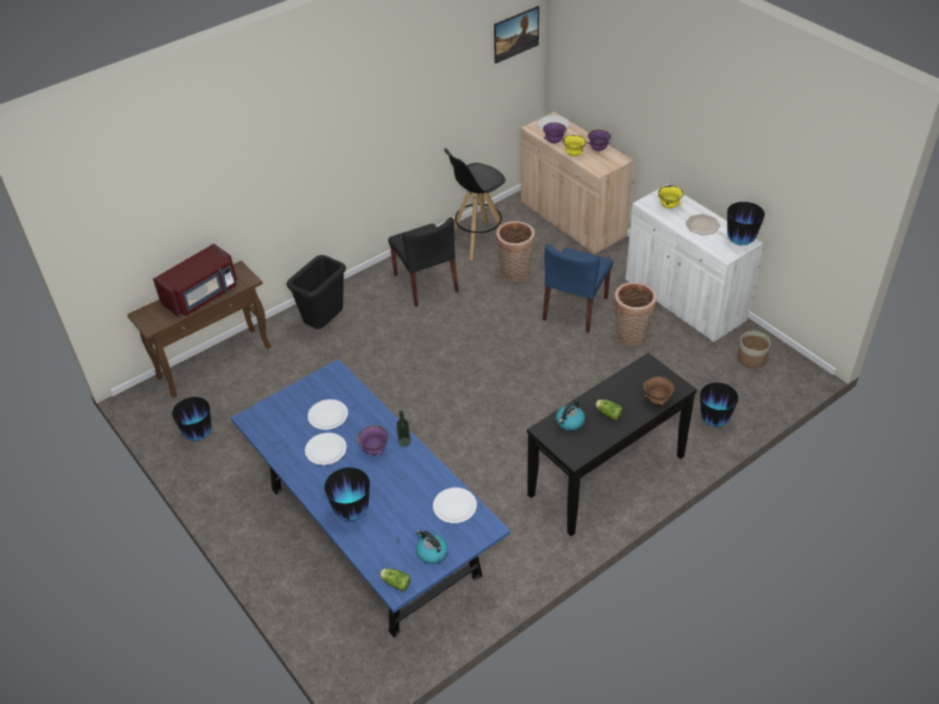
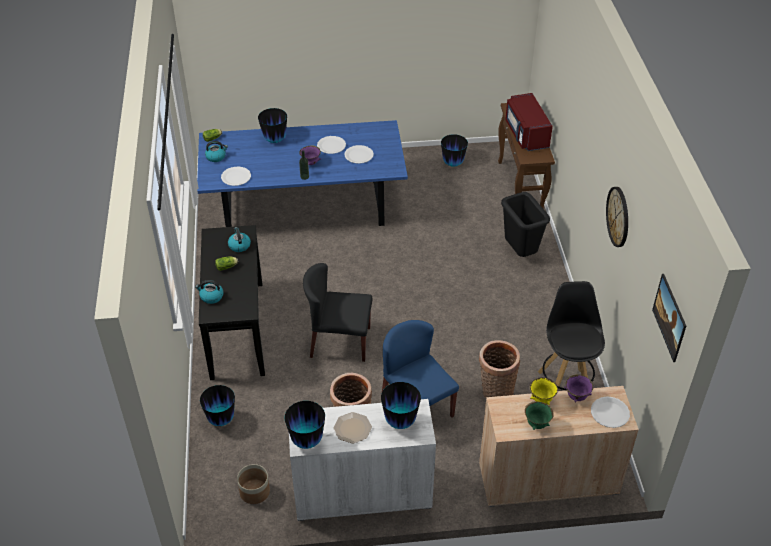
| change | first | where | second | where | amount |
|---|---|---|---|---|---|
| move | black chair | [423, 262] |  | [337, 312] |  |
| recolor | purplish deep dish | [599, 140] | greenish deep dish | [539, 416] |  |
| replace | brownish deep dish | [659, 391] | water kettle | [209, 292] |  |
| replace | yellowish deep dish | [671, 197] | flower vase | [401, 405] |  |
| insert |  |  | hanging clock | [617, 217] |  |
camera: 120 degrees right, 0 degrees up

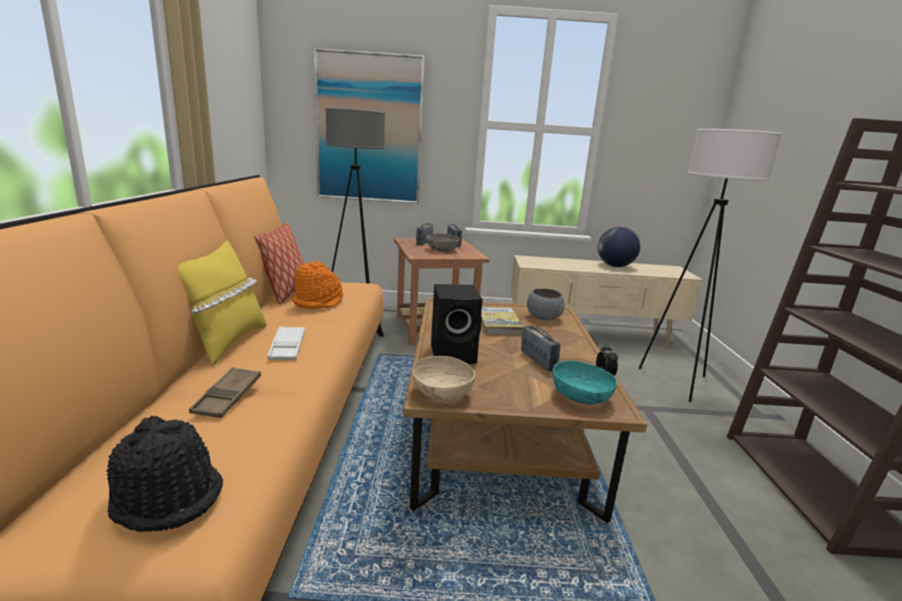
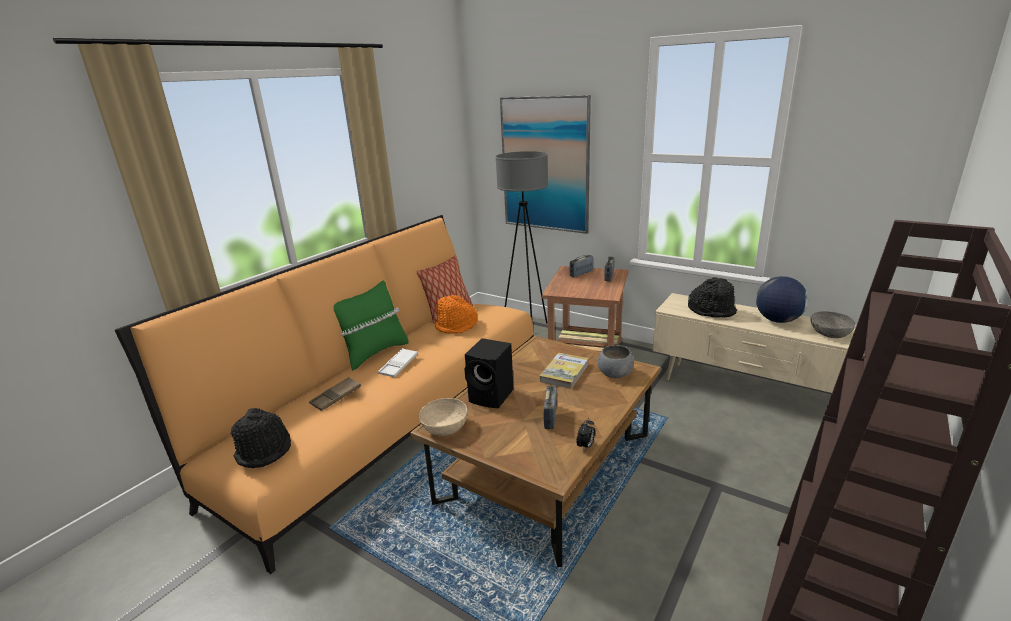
| change | first | where | second | where | amount |
|---|---|---|---|---|---|
| recolor | yellowish throw pillow | [222, 303] | greenish throw pillow | [371, 326] |  |
| move | grey deep dish | [442, 242] |  | [833, 324] |  |
| delete | turquoise-coloured deep dish | [585, 382] |  |  |  |
| delete | whitish floor lamp | [710, 265] |  |  |  |
| insert |  |  | black clothing hat | [712, 297] |  |
camera: 35 degrees right, 5 degrees up

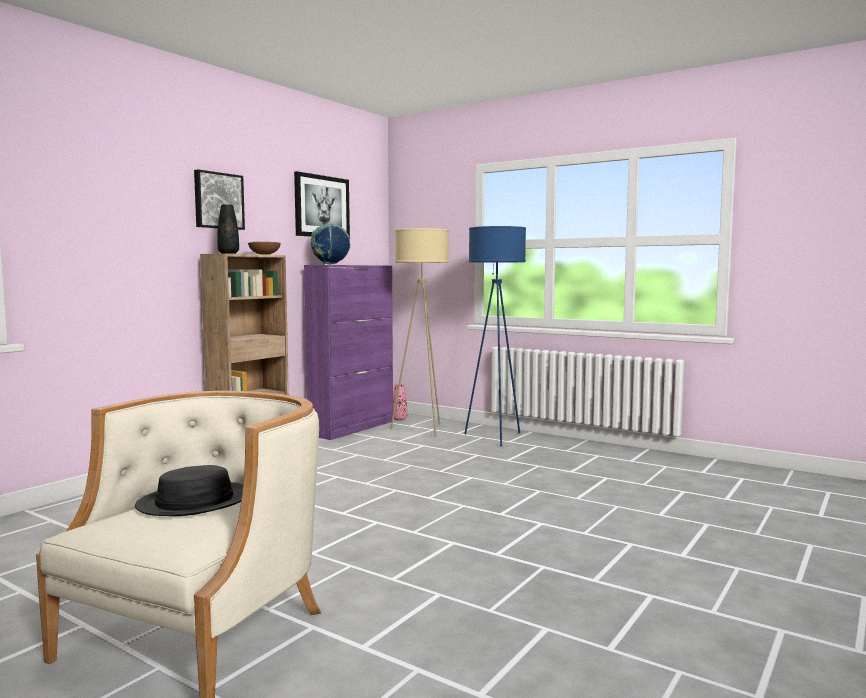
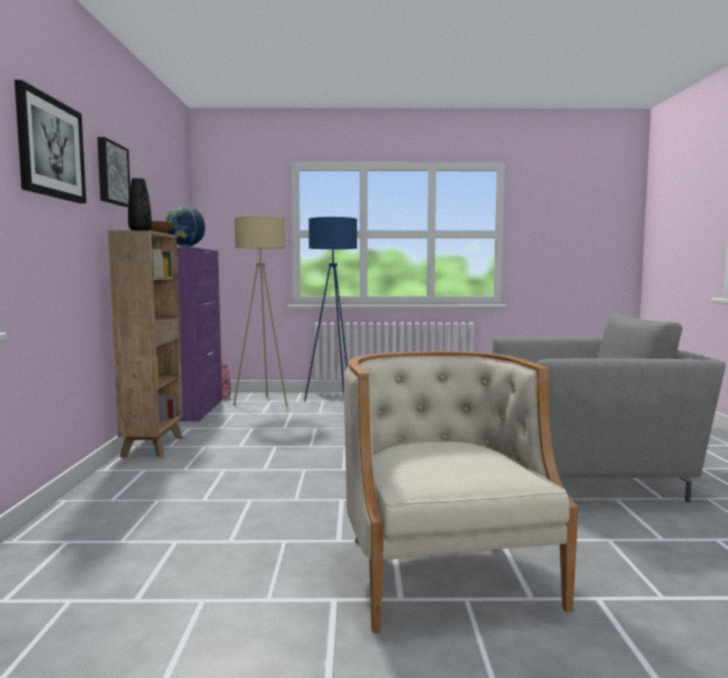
| change | first | where | second | where | amount |
|---|---|---|---|---|---|
| delete | black clothing hat | [189, 490] |  |  |  |
| move | picture | [322, 204] |  | [50, 142] |  |
| insert |  |  | grey easy chair | [609, 408] |  |
camera: 35 degrees left, 0 degrees up

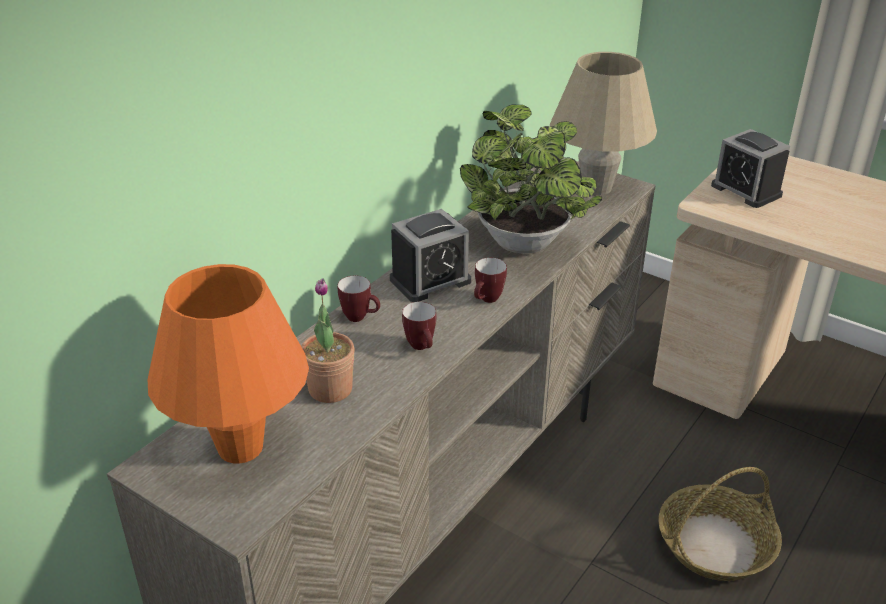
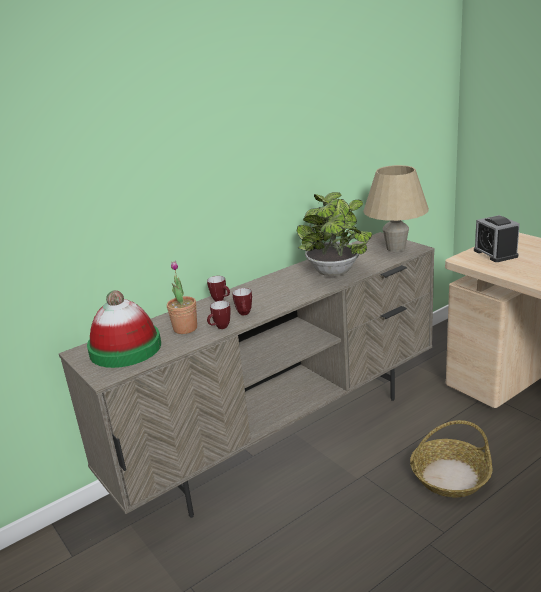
| change | first | where | second | where | amount |
|---|---|---|---|---|---|
| replace | orange-coloured table lamp | [228, 364] | clothing hat | [124, 329] |  |
| delete | bedside clock | [430, 255] |  |  |  |
| move | coffee mug | [490, 280] |  | [219, 315] |  |
camera: 20 degrees right, 10 degrees down

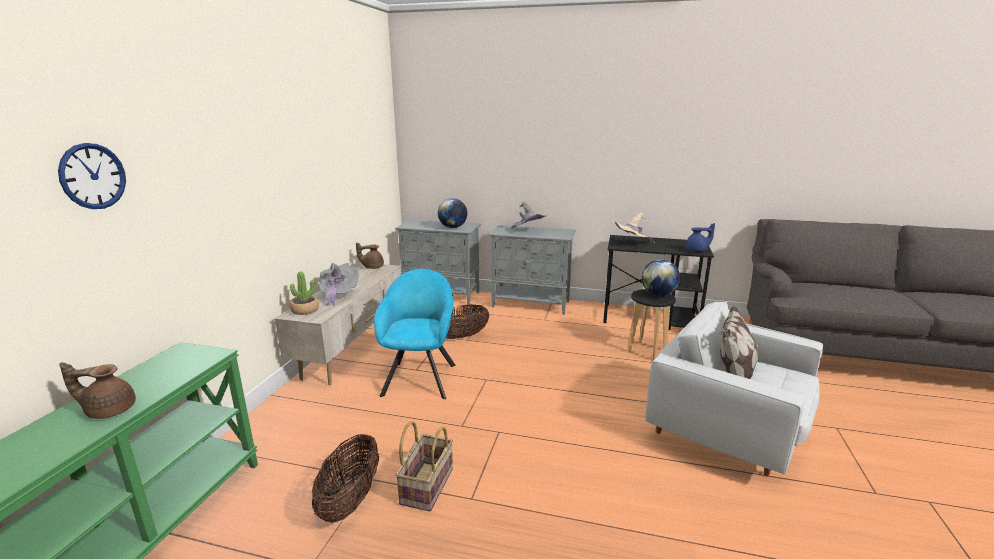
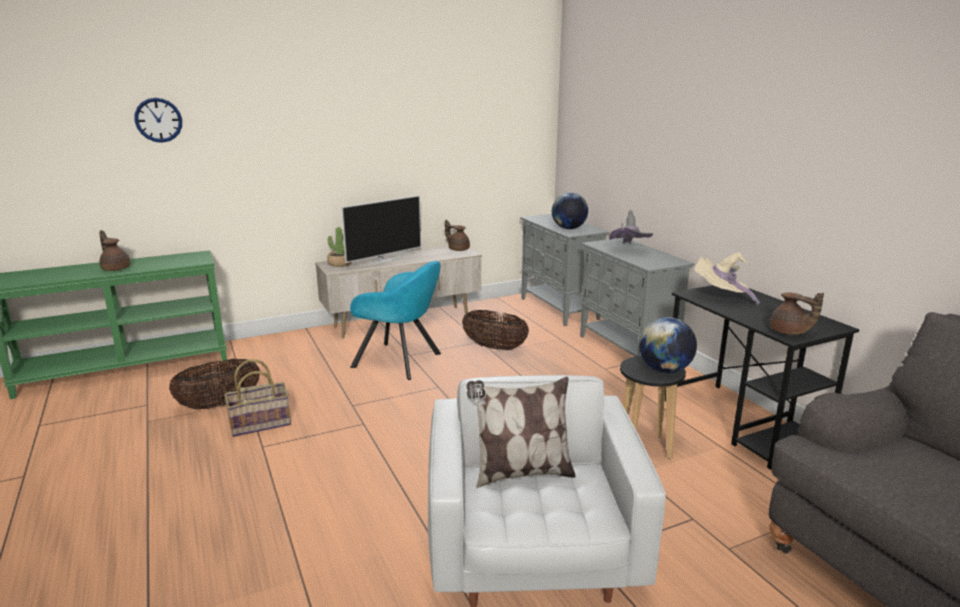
| change | first | where | second | where | amount |
|---|---|---|---|---|---|
| replace | grey clothing hat | [339, 284] | television | [381, 230] |  |
| rotate | turquoise-coloured easy chair | [414, 334] |  | [395, 320] | 60 degrees clockwise |
| recolor | blue teapot | [700, 237] | brownish teapot | [797, 314] |  |
camera: 50 degrees right, 0 degrees up

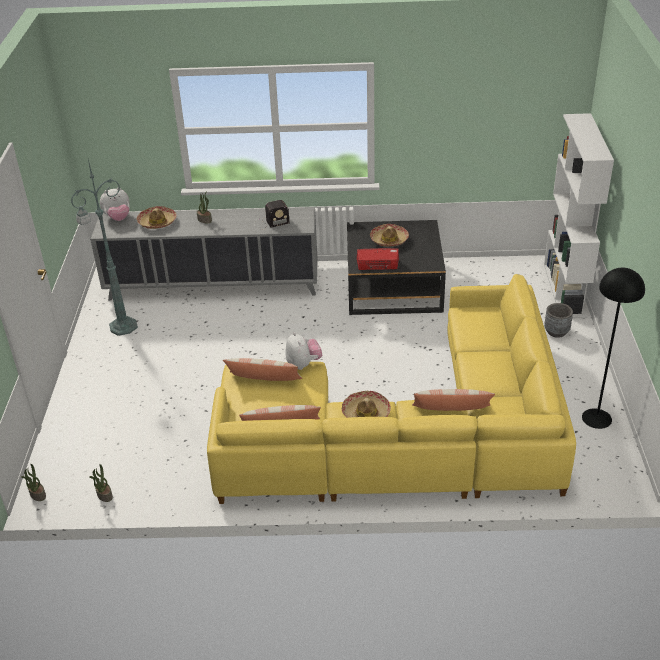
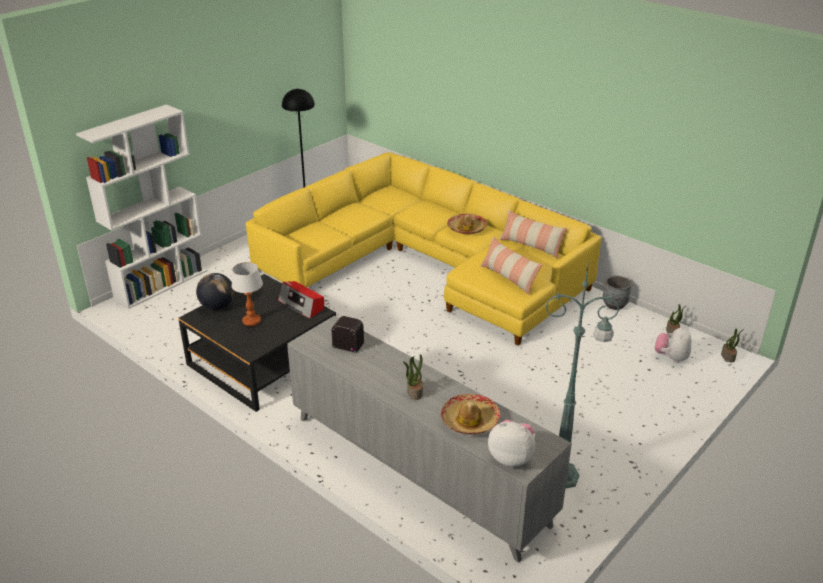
| change | first | where | second | where | amount |
|---|---|---|---|---|---|
| move | cuddly toy | [304, 351] |  | [673, 344] |  |
| replace | clothing hat | [389, 235] | table lamp | [247, 294] |  |
| delete | throw pillow | [453, 400] |  |  |  |
| move | grey flower pot | [558, 320] |  | [617, 293] |  |
| insert |  |  | desk globe | [215, 291] |  |
camera: 140 degrees left, 5 degrees down

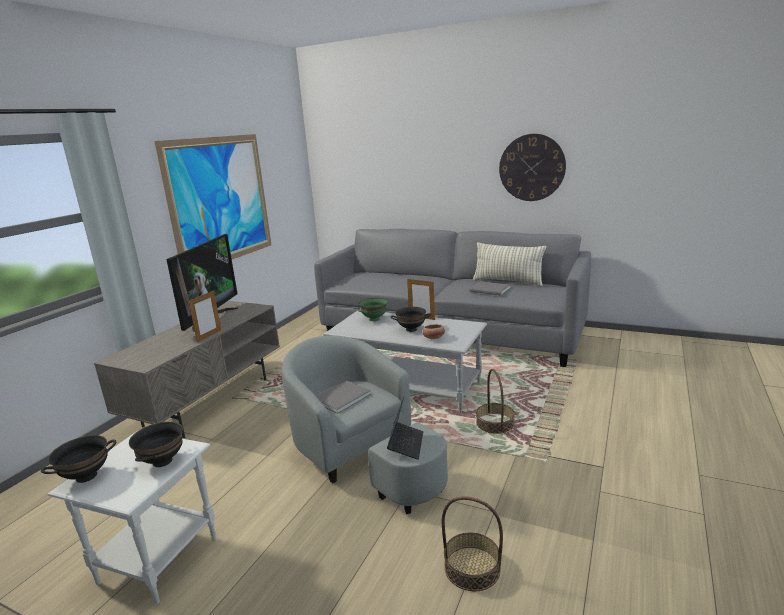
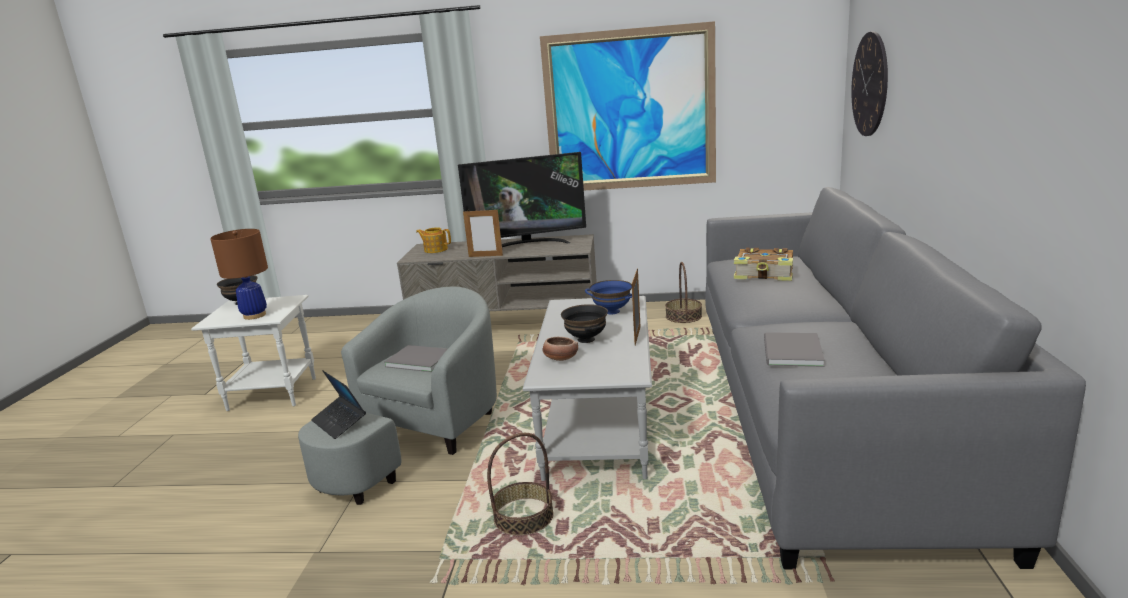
| change | first | where | second | where | amount |
|---|---|---|---|---|---|
| replace | black deep dish | [156, 444] | brownish table lamp | [239, 274] |  |
| recolor | greenish deep dish | [373, 309] | blue deep dish | [608, 297] |  |
| rotate | laptop | [405, 428] |  | [338, 404] | 60 degrees clockwise |
| move | storage basket | [472, 543] |  | [683, 292] |  |
| delete | throw pillow | [509, 264] |  |  |  |
| move | hanging clock | [532, 167] |  | [869, 84] |  |
| insert |  |  | teapot | [433, 240] |  |
| insert |  |  | book | [763, 264] |  |
camera: 70 degrees right, 0 degrees up

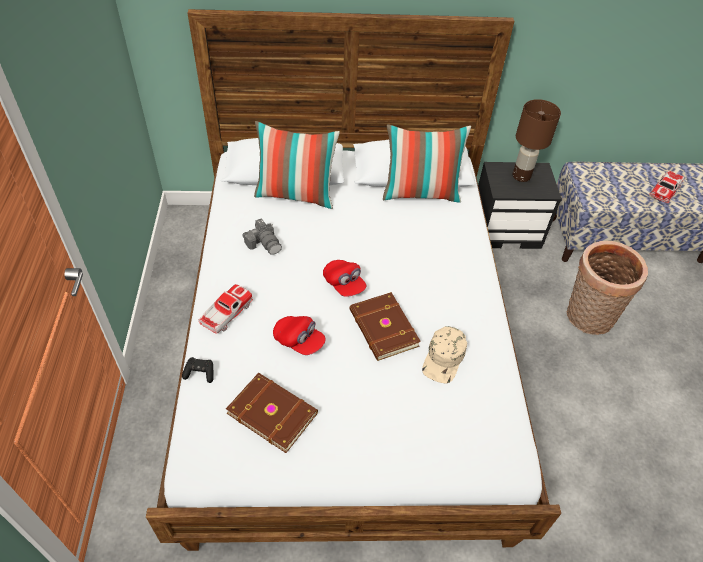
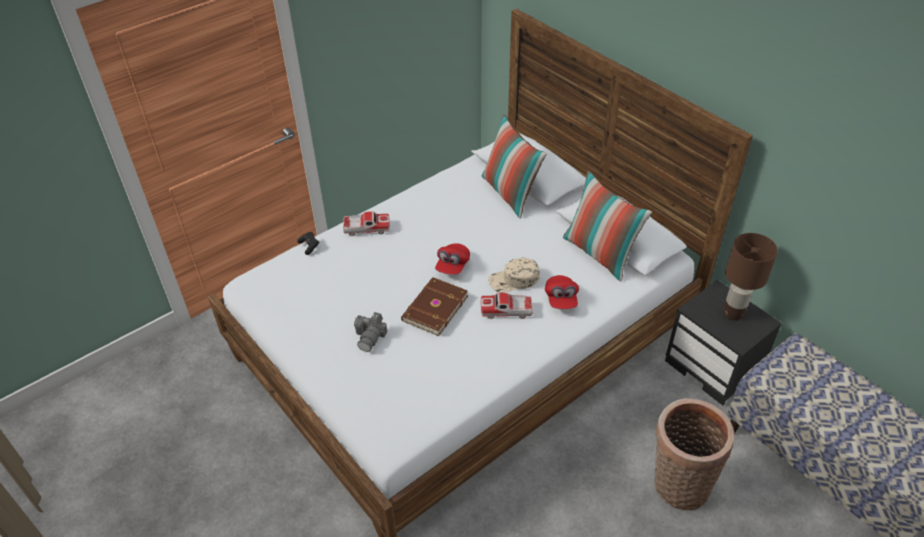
| change | first | where | second | where | amount |
|---|---|---|---|---|---|
| delete | brownish book | [272, 413] |  |  |  |
| move | still camera | [262, 236] |  | [370, 332] |  |
| move | red-coloured peaked cap | [299, 335] |  | [562, 292] |  |
| move | sand-coloured peaked cap | [444, 355] |  | [514, 274] |  |
| move | model car | [666, 186] |  | [507, 306] |  |
camera: 55 degrees right, 5 degrees down

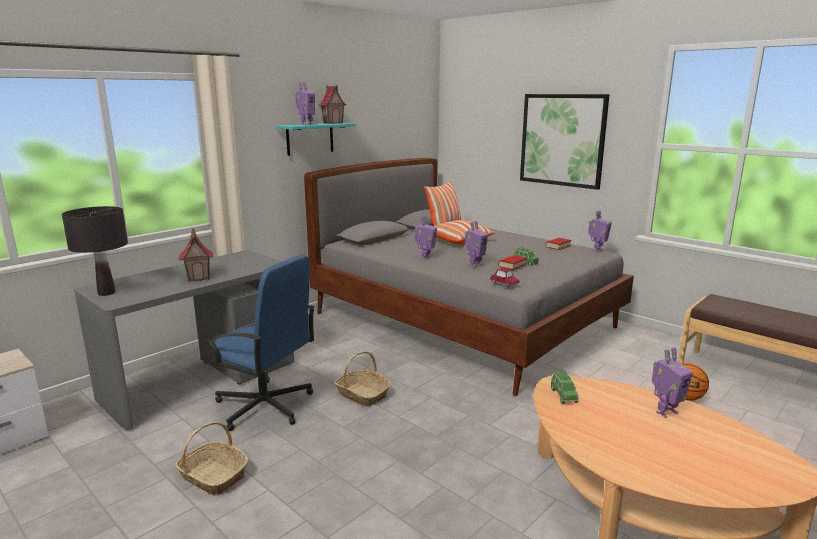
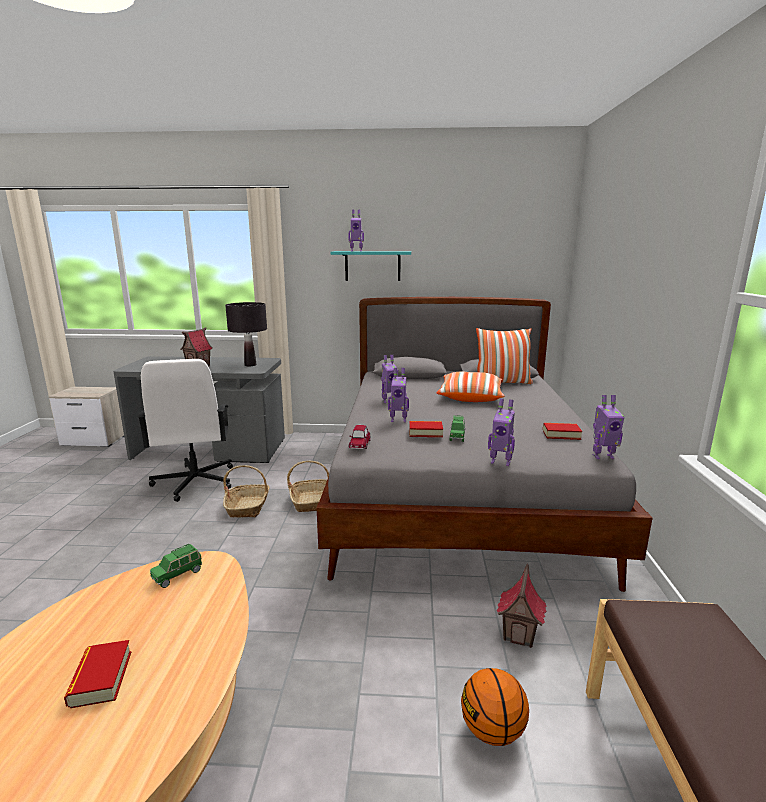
| change | first | where | second | where | amount |
|---|---|---|---|---|---|
| move | black table lamp | [95, 251] |  | [246, 334] |  |
| move | storage basket | [212, 458] |  | [308, 486] |  |
| recolor | blue computer chair | [260, 343] | whitish computer chair | [185, 430] |  |
| move | miniature house | [332, 104] |  | [522, 605] |  |
| delete | picture | [565, 142] |  |  |  |
| move | model robot | [672, 383] |  | [501, 432] |  |
| insert |  |  | book | [97, 674] |  |
camera: 50 degrees right, 0 degrees up

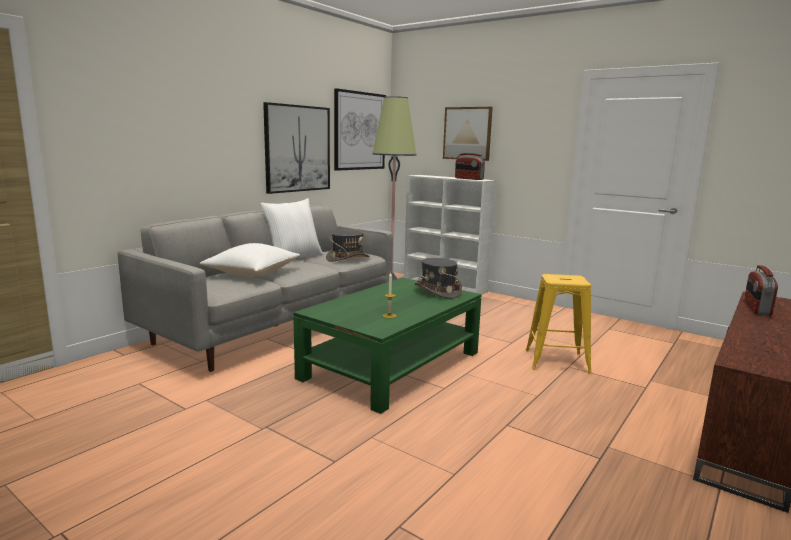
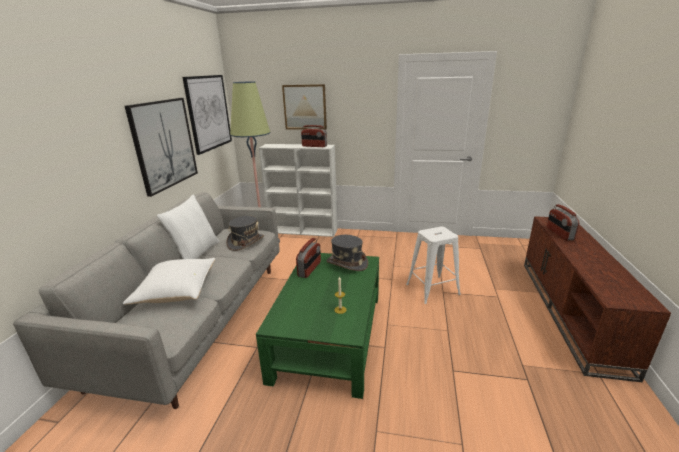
| change | first | where | second | where | amount |
|---|---|---|---|---|---|
| recolor | yellowish stool | [558, 324] | whitish stool | [433, 265] |  |
| insert |  |  | radio | [308, 258] |  |
camera: 25 degrees left, 10 degrees up

